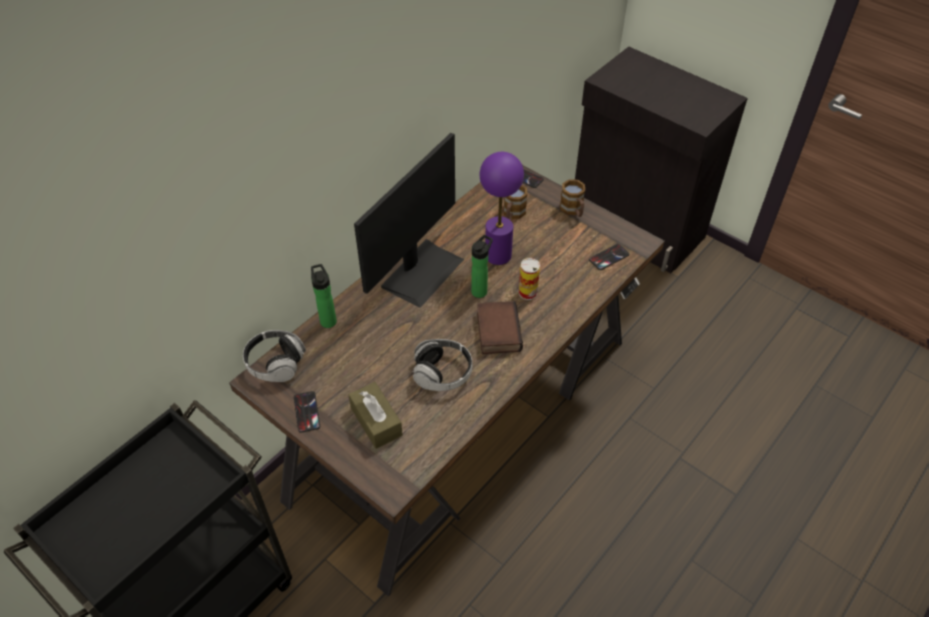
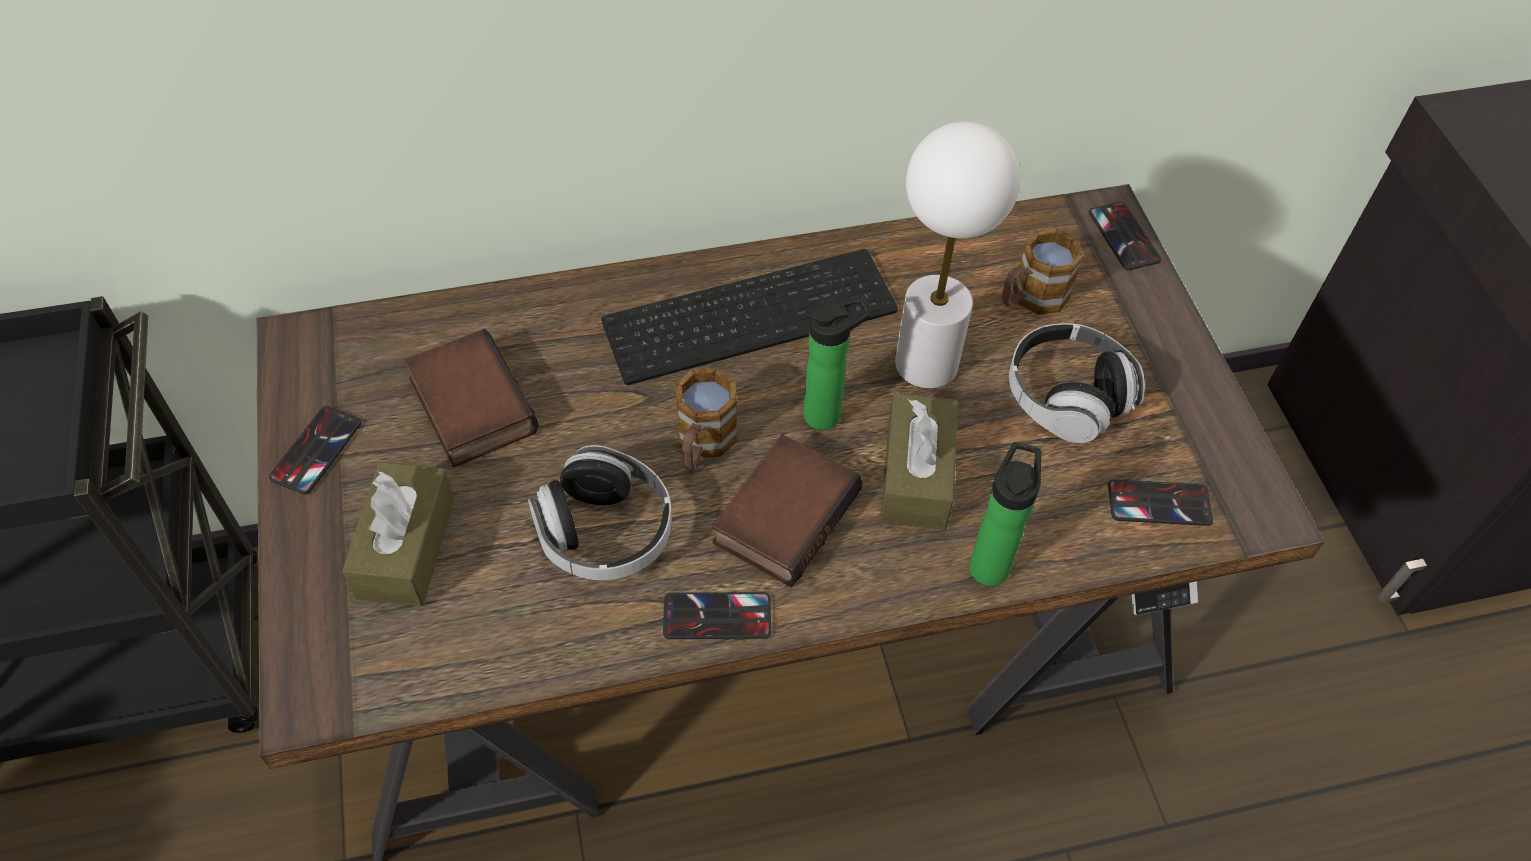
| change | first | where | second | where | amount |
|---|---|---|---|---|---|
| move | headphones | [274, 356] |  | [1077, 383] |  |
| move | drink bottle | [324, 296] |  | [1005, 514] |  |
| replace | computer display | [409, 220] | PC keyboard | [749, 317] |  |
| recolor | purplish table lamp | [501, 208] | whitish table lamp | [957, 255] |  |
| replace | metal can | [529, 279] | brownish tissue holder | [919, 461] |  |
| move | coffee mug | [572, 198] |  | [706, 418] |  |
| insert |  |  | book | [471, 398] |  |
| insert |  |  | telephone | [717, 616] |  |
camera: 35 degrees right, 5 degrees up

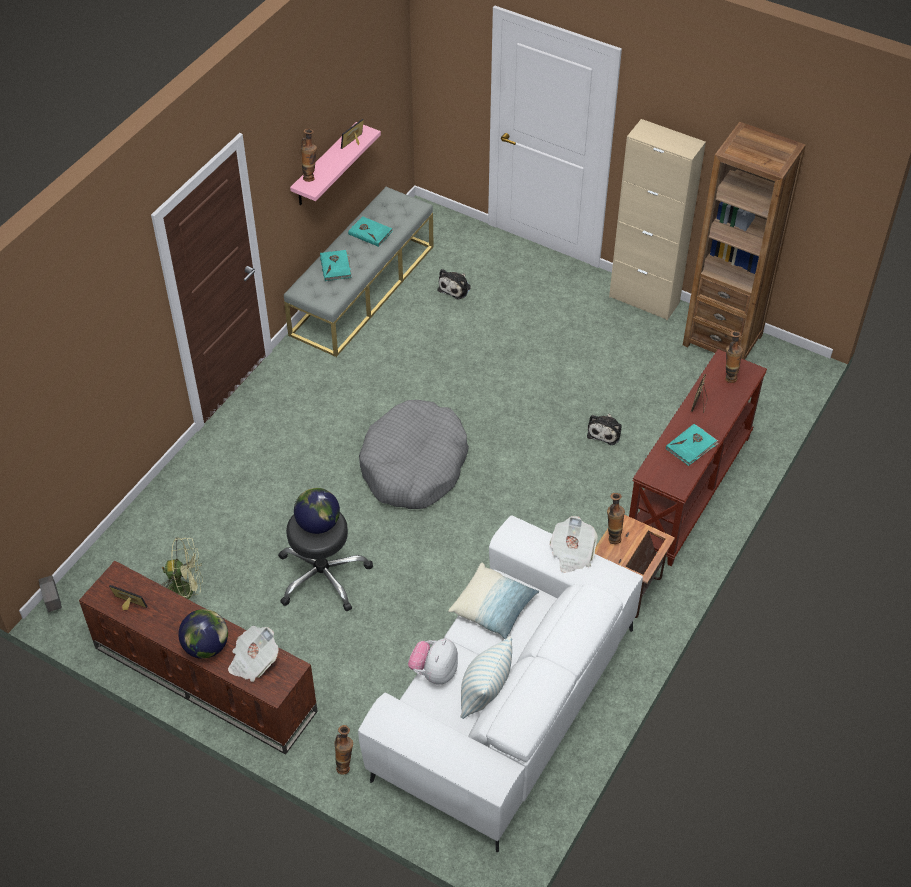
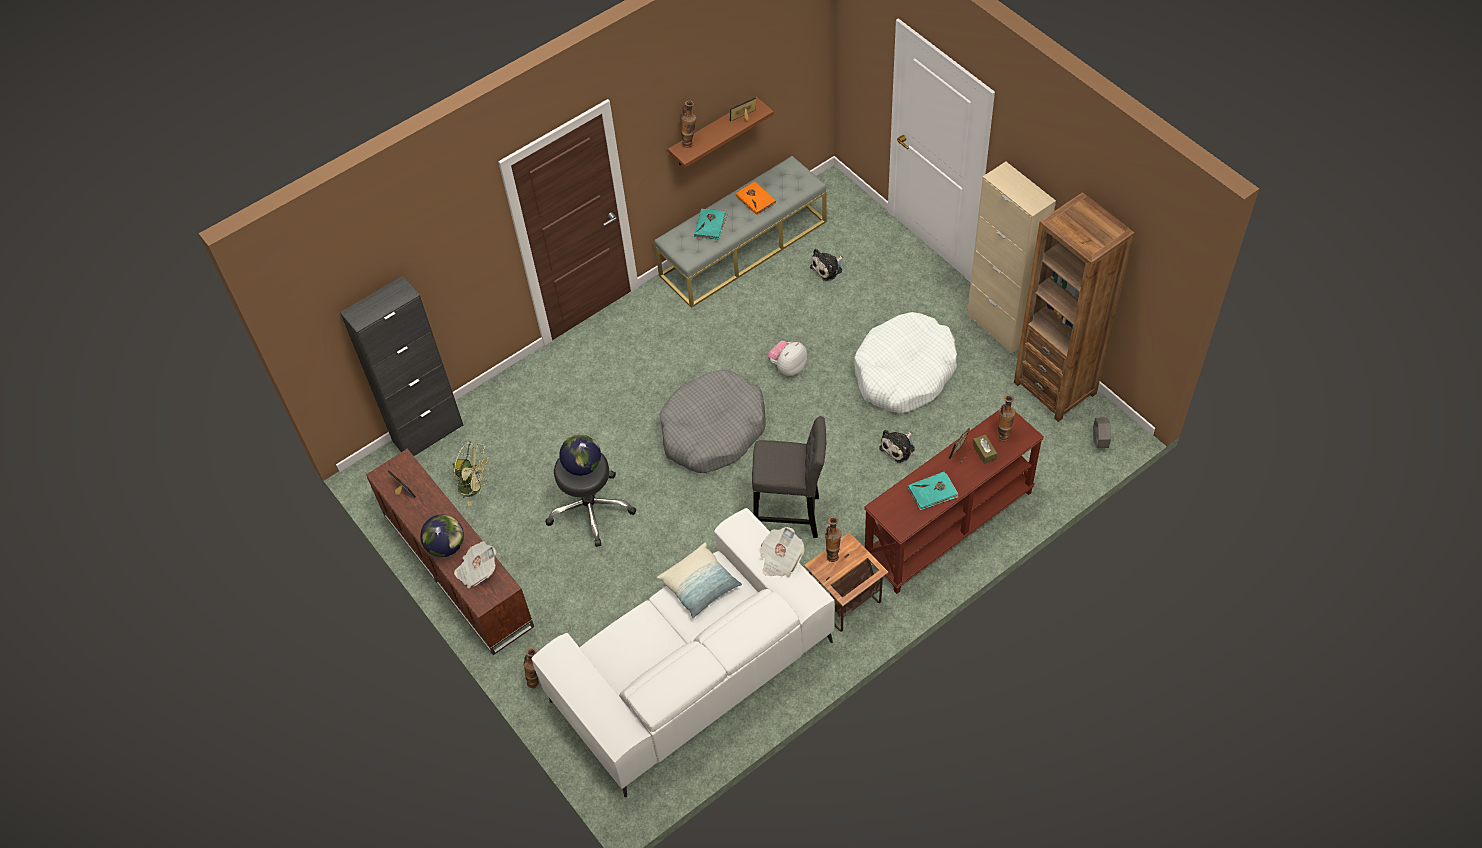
| change | first | where | second | where | amount |
|---|---|---|---|---|---|
| move | grey flower pot | [50, 593] |  | [1102, 432] |  |
| recolor | pink-coloured bracket shelf | [335, 164] | brownish bracket shelf | [721, 132] |  |
| recolor | turquoise-coloured book | [370, 231] | orange-coloured book | [756, 198] |  |
| move | cuddly toy | [433, 661] |  | [787, 358] |  |
| delete | throw pillow | [486, 677] |  |  |  |
| insert |  |  | black cabinet | [402, 366] |  |
| insert |  |  | grey stool | [789, 477] |  |
| insert |  |  | whitish dog bed | [905, 362] |  |
| insert |  |  | brownish tissue holder | [985, 449] |  |
camera: 25 degrees right, 5 degrees up

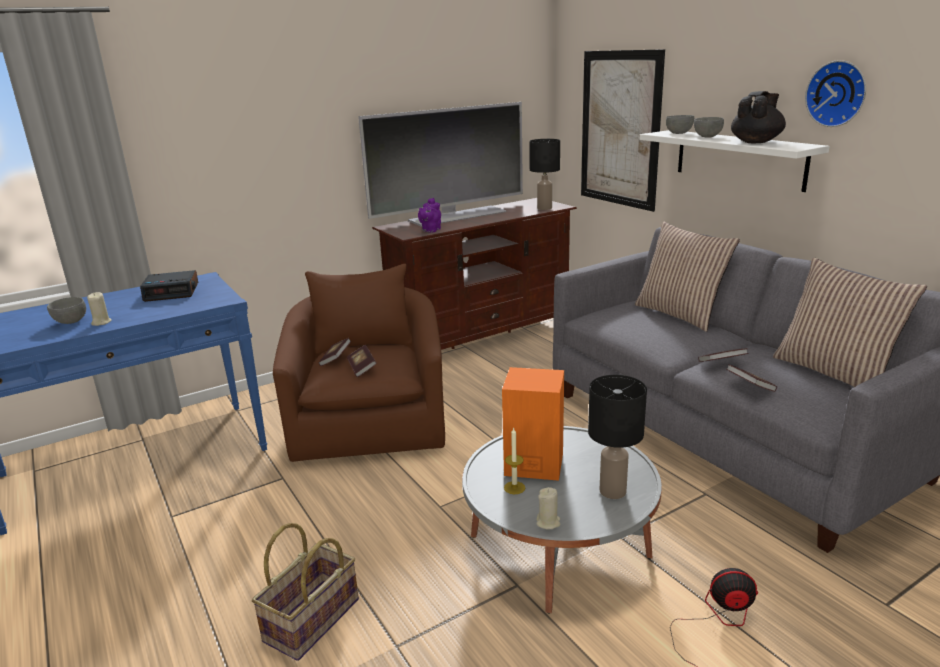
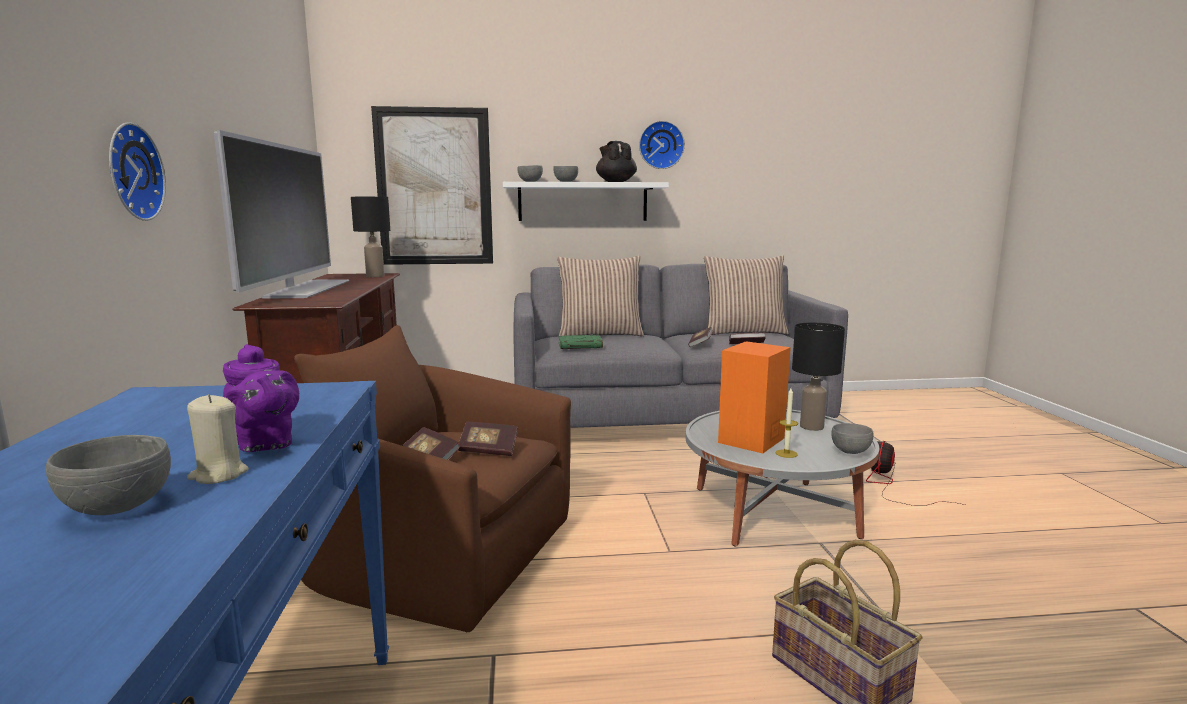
| change | first | where | second | where | amount |
|---|---|---|---|---|---|
| delete | bedside clock | [169, 286] |  |  |  |
| move | purplish teapot | [429, 215] |  | [261, 398] |  |
| replace | sand-coloured candle | [548, 508] | grey deep dish | [852, 438] |  |
| insert |  |  | hanging clock | [137, 171] |  |
| insert |  |  | greenish book | [580, 342] |  |
camera: 65 degrees left, 10 degrees down

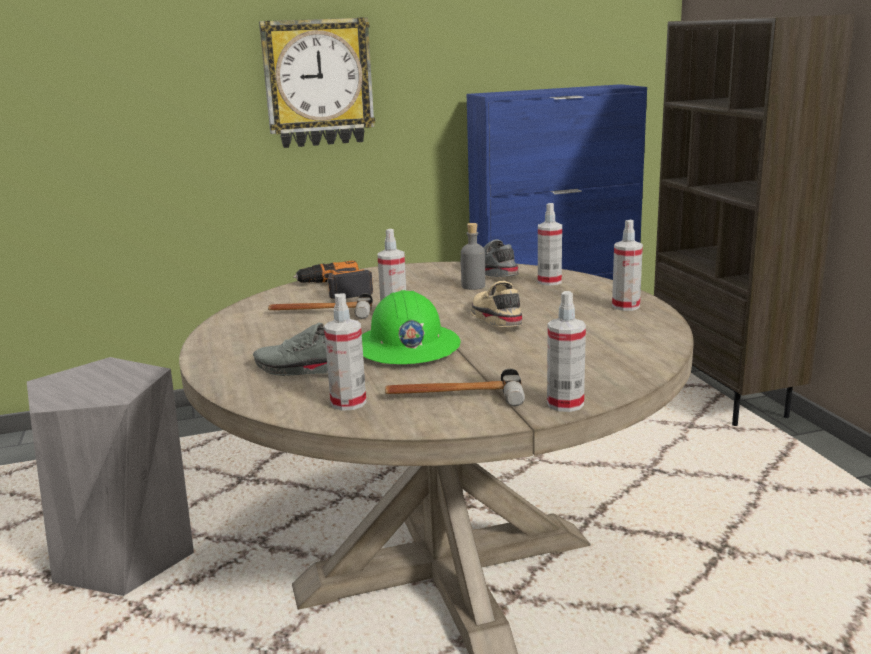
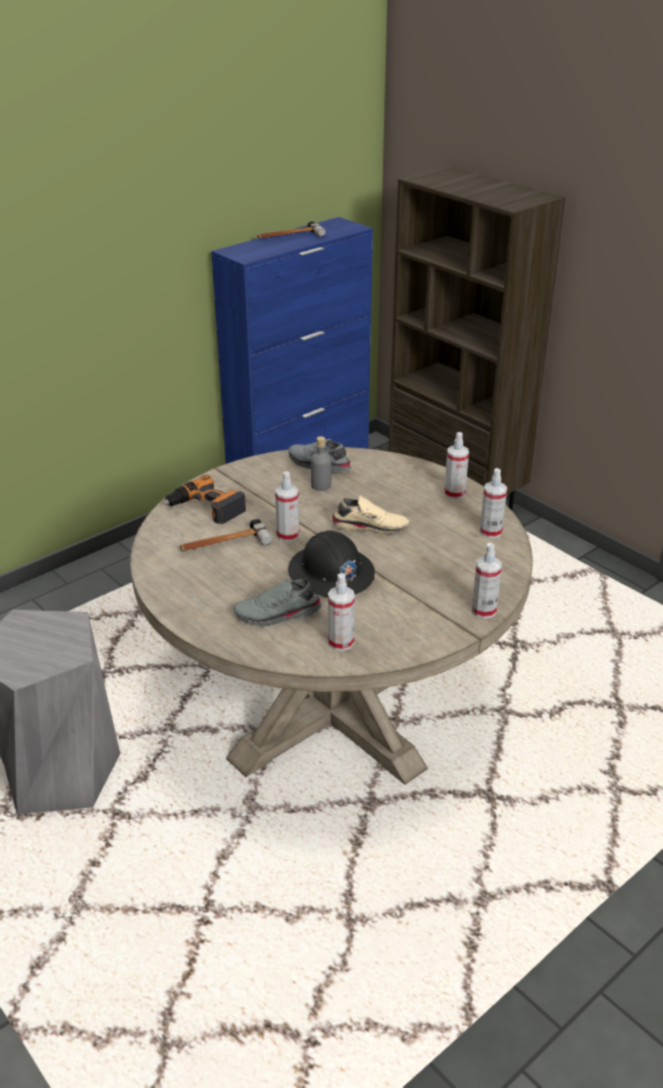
| change | first | where | second | where | amount |
|---|---|---|---|---|---|
| delete | hanging clock | [317, 82] |  |  |  |
| recolor | greenish hard hat | [411, 327] | black hard hat | [331, 563] |  |
| move | hammer | [455, 387] |  | [291, 229] |  |
| rotate | sand-coloured shoe | [497, 304] |  | [370, 515] | 135 degrees clockwise |
| move | sprayer | [550, 244] |  | [493, 503] |  |
camera: 25 degrees left, 15 degrees up

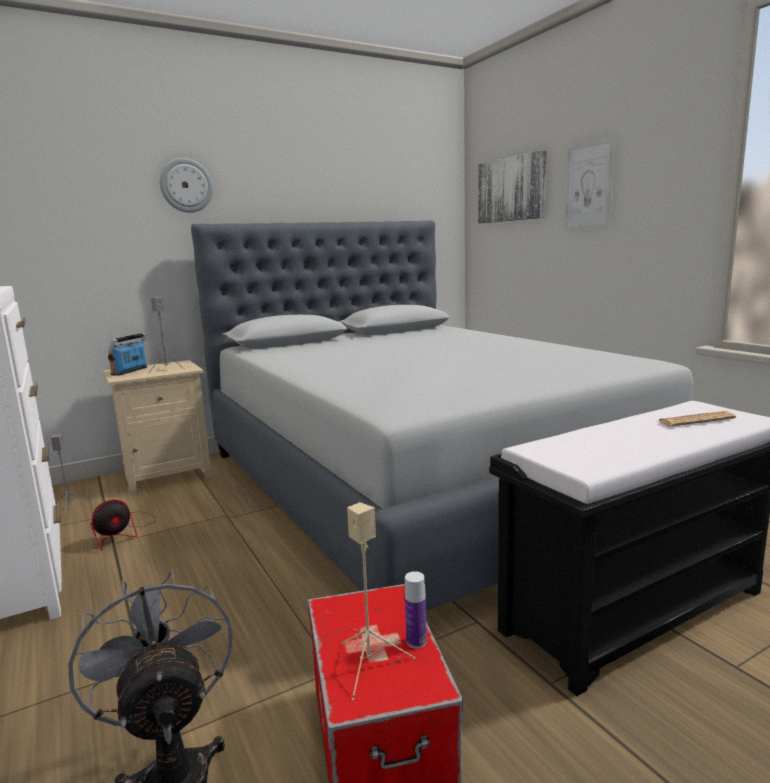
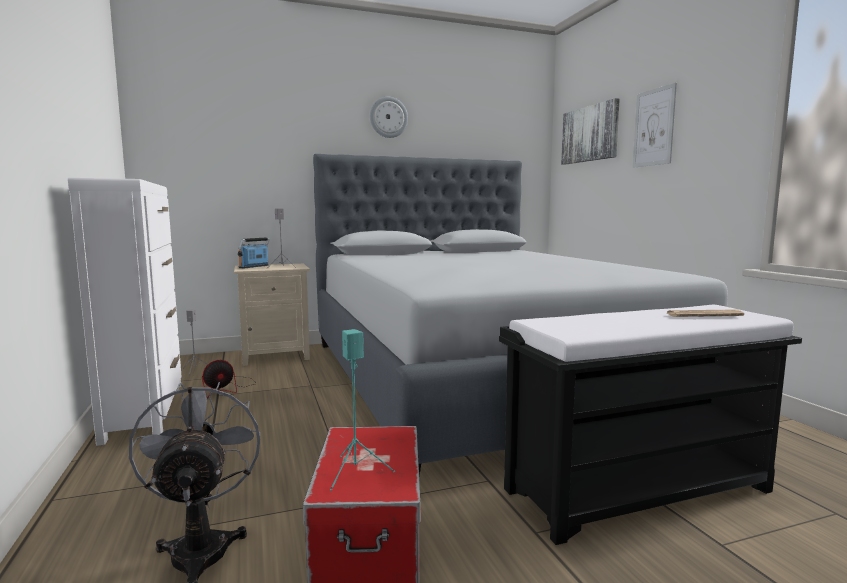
| change | first | where | second | where | amount |
|---|---|---|---|---|---|
| move | hanging clock | [186, 185] |  | [389, 117] |  |
| recolor | sand-coloured audio speaker | [377, 601] | turquoise-coloured audio speaker | [362, 410] |  |
| delete | drink bottle | [416, 609] |  |  |  |
camera: 10 degrees right, 5 degrees down

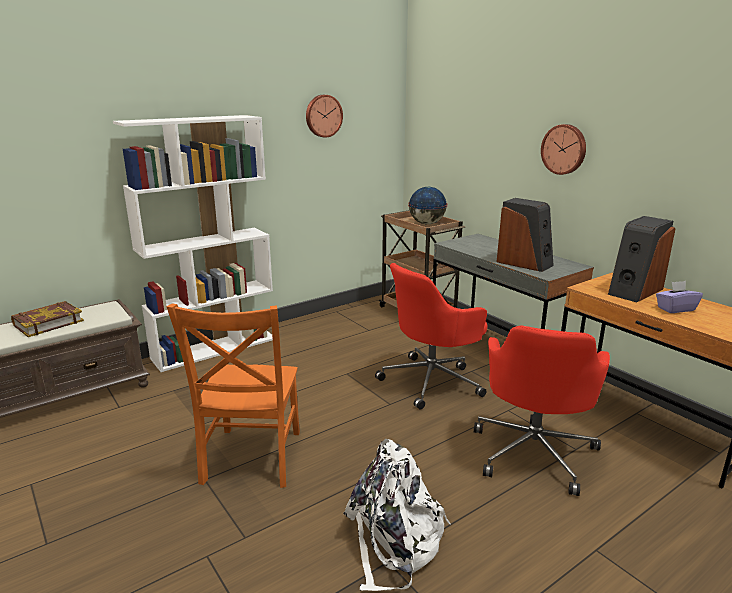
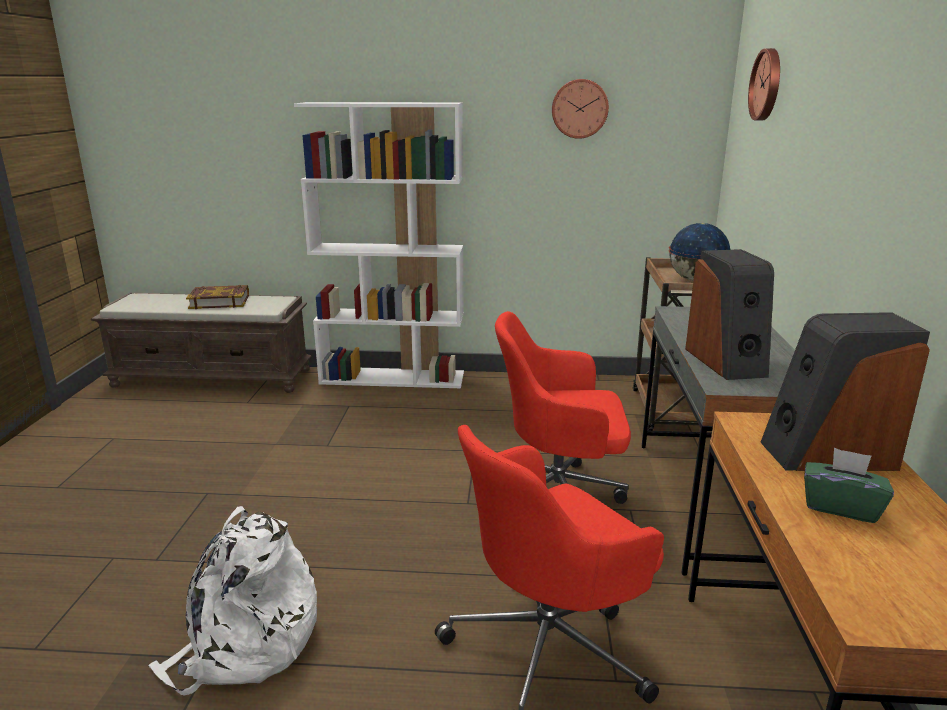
| change | first | where | second | where | amount |
|---|---|---|---|---|---|
| delete | orange-coloured chair | [233, 395] |  |  |  |
| move | hanging clock | [563, 149] |  | [764, 84] |  |
| recolor | purplish tissue holder | [679, 297] | greenish tissue holder | [849, 485] |  |
camera: 40 degrees right, 0 degrees up

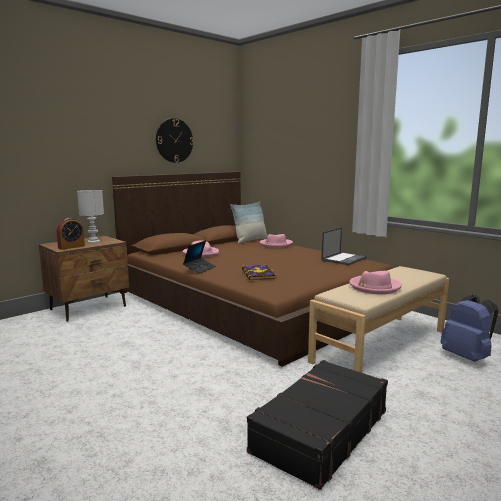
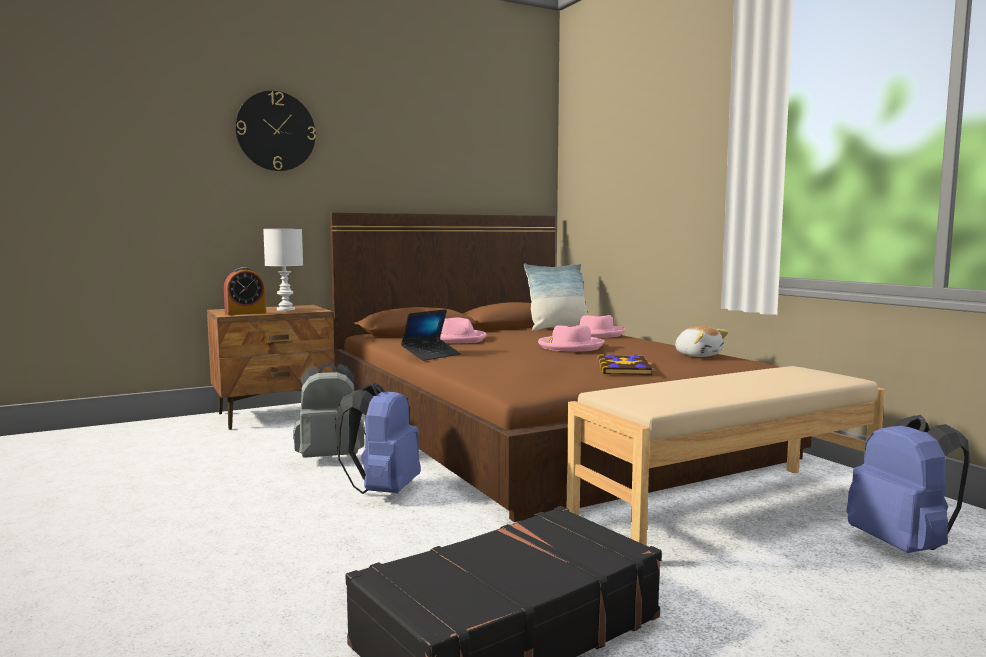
| change | first | where | second | where | amount |
|---|---|---|---|---|---|
| move | hanging clock | [175, 140] |  | [275, 131] |  |
| move | book | [258, 272] |  | [626, 364] |  |
| replace | laptop | [344, 246] | cuddly toy | [702, 341] |  |
| move | pink-coloured clothing hat | [375, 282] |  | [571, 338] |  |
| insert |  |  | grey backpack | [329, 410] |  |
| insert |  |  | blue backpack | [378, 438] |  |
camera: 15 degrees right, 5 degrees down

